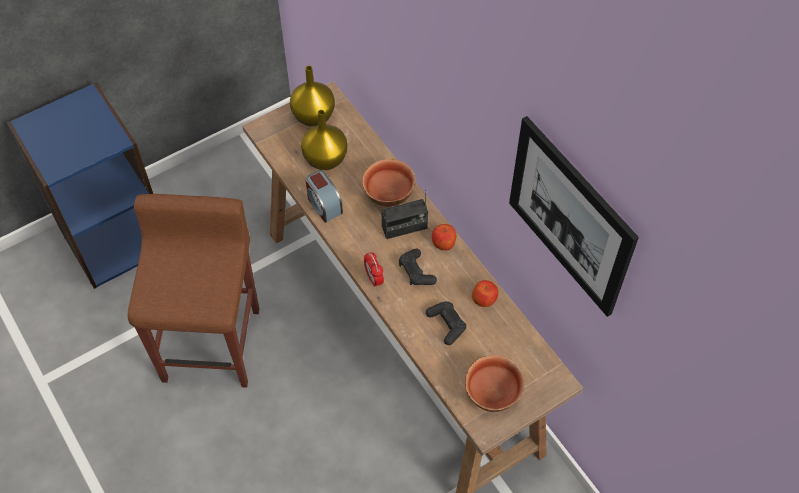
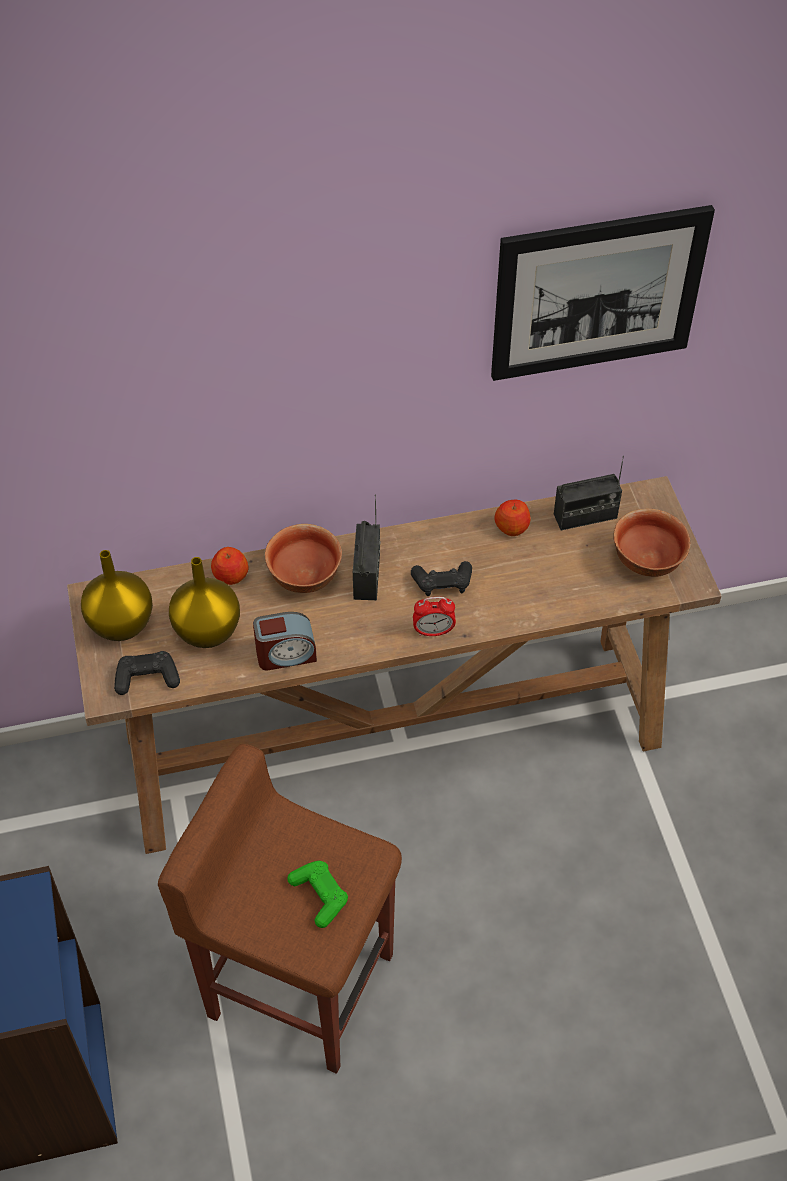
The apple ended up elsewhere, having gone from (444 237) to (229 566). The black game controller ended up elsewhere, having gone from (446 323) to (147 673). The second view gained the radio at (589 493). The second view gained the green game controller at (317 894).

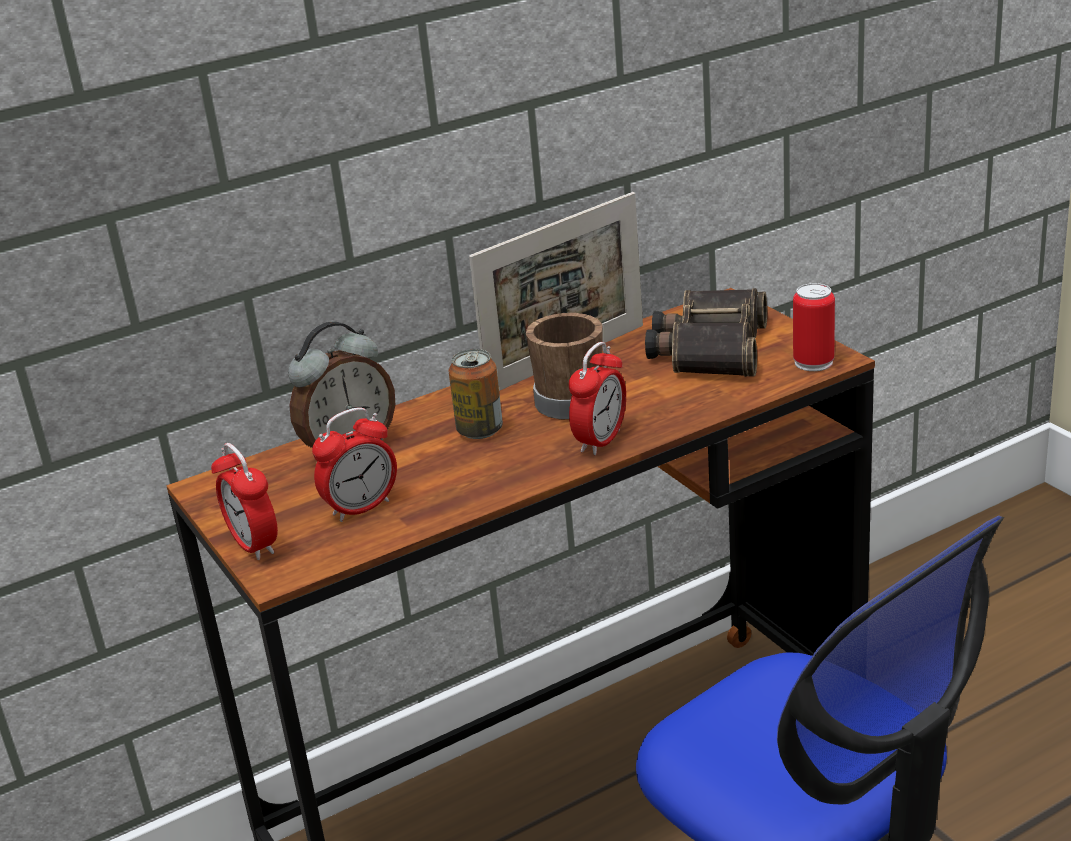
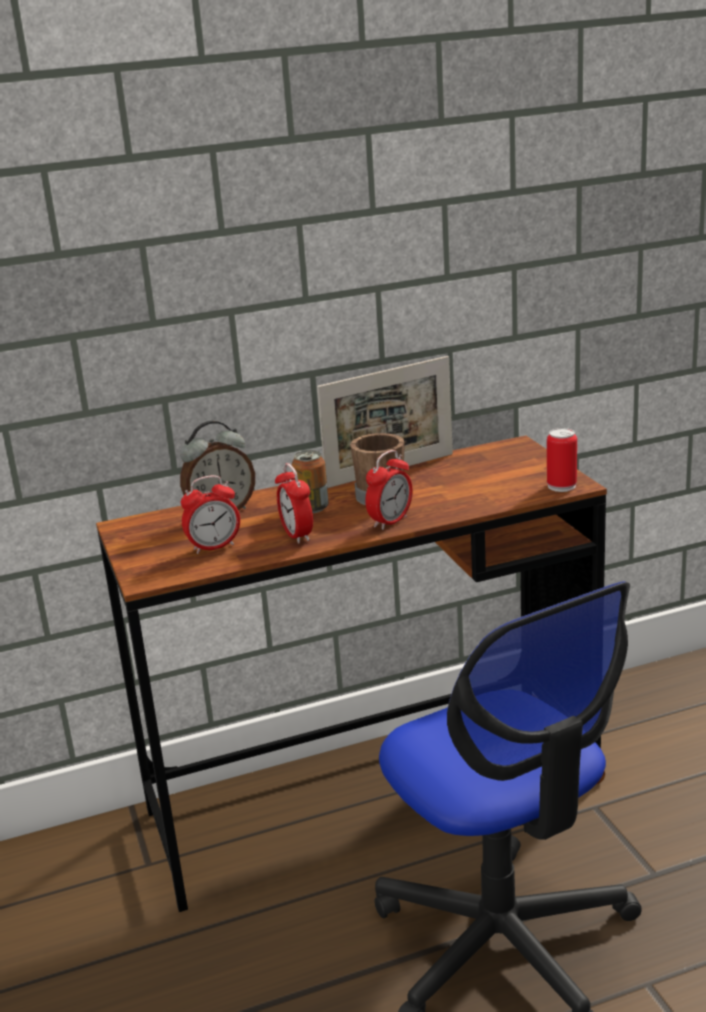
The second view lost the binoculars at (706 332). The alarm clock ended up elsewhere, having gone from (244 501) to (294 503).

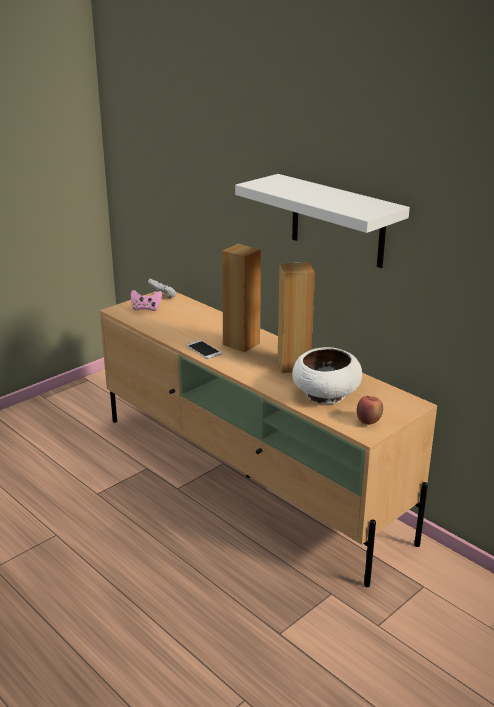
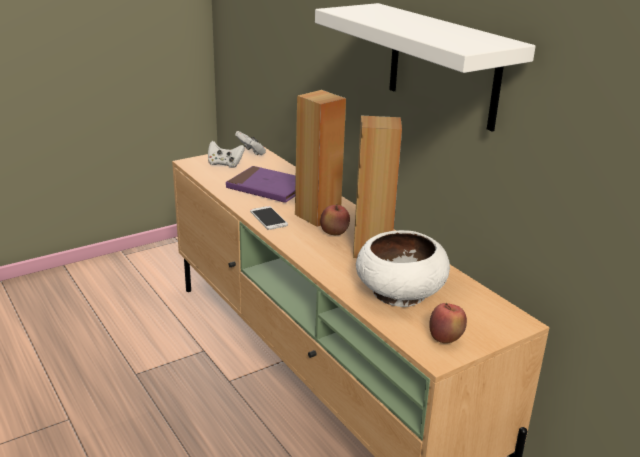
What was the pink game controller at (146 300) turned into the white game controller at (226 154). The second view gained the purple book at (261 184). The second view gained the apple at (335 219).

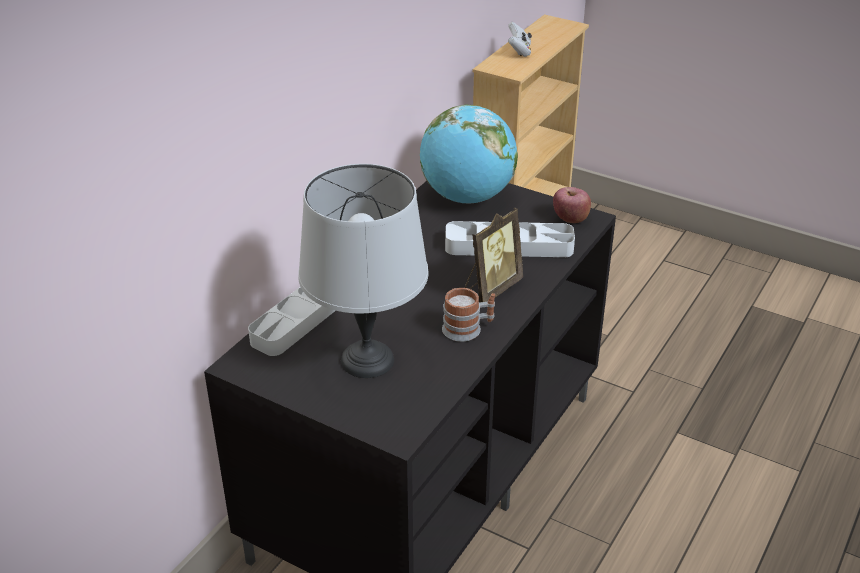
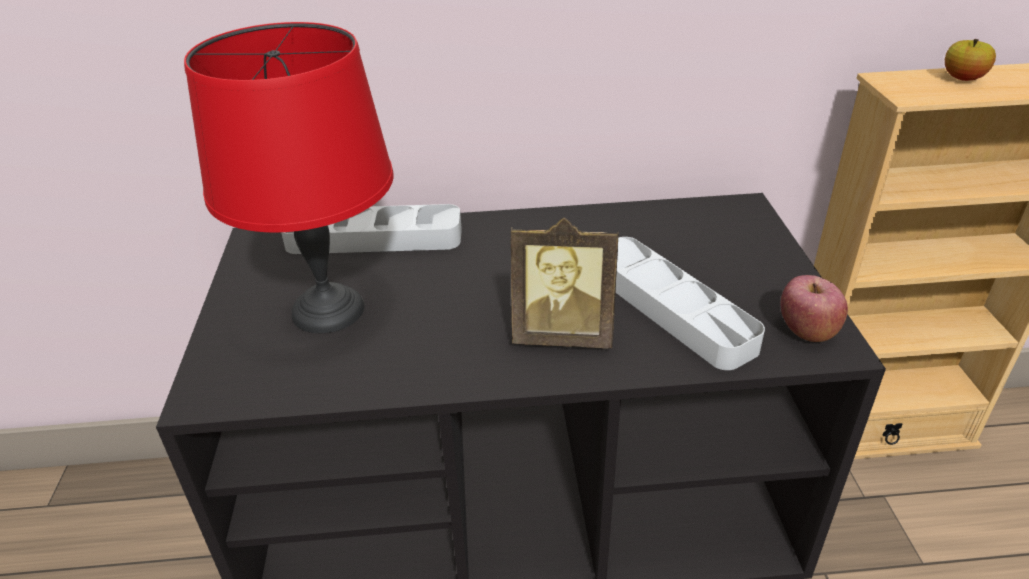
Where the white game controller stood at (520 39), the apple came to stand at (970 60). The second view lost the globe at (469 154). What was the grey table lamp at (363 271) turned into the red table lamp at (289 177). The second view lost the mug at (468 315).

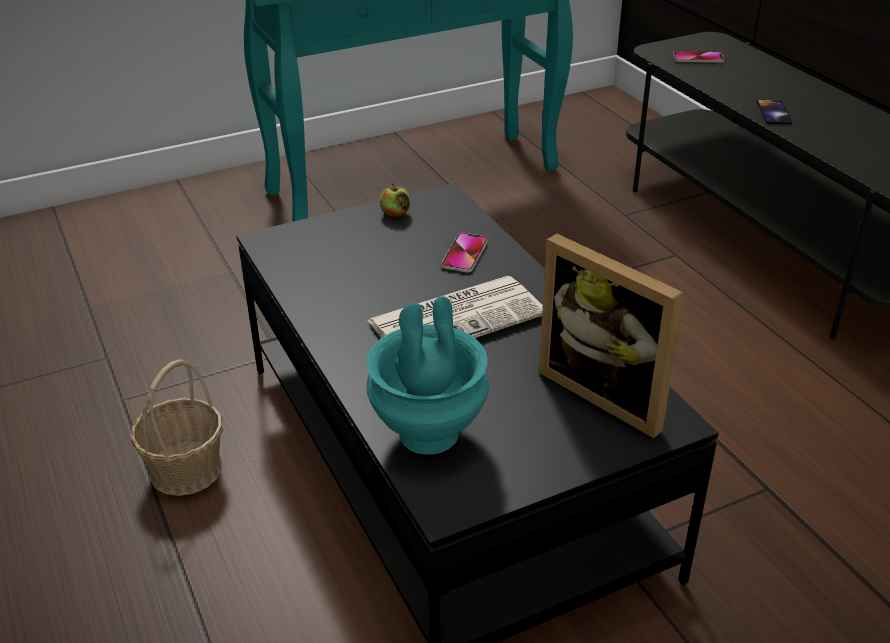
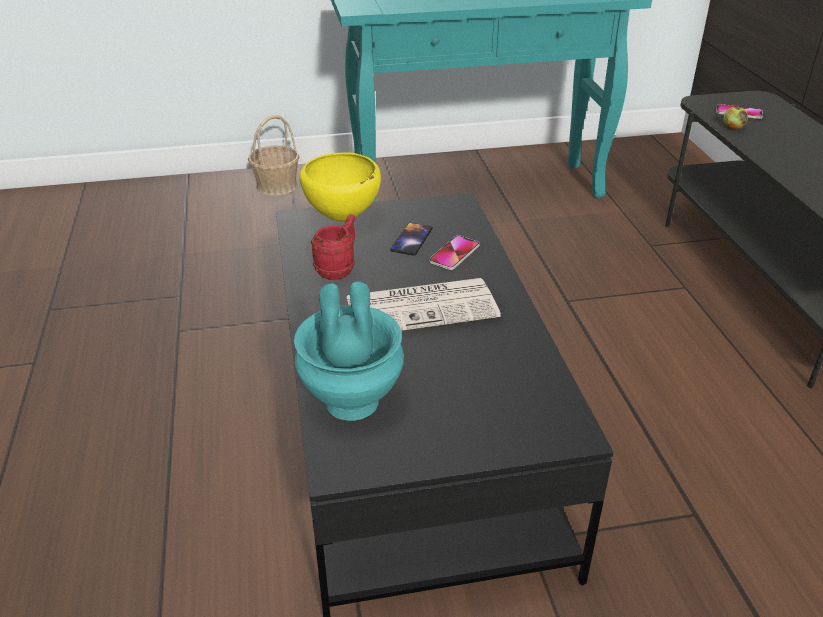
The phone ended up elsewhere, having gone from (774 112) to (411 239). The apple ended up elsewhere, having gone from (395 200) to (735 117). The second view lost the picture frame at (612 336). The basket ended up elsewhere, having gone from (177 427) to (274 155). The second view gained the yellow bowl at (340 186). The second view gained the red mug at (333 247).

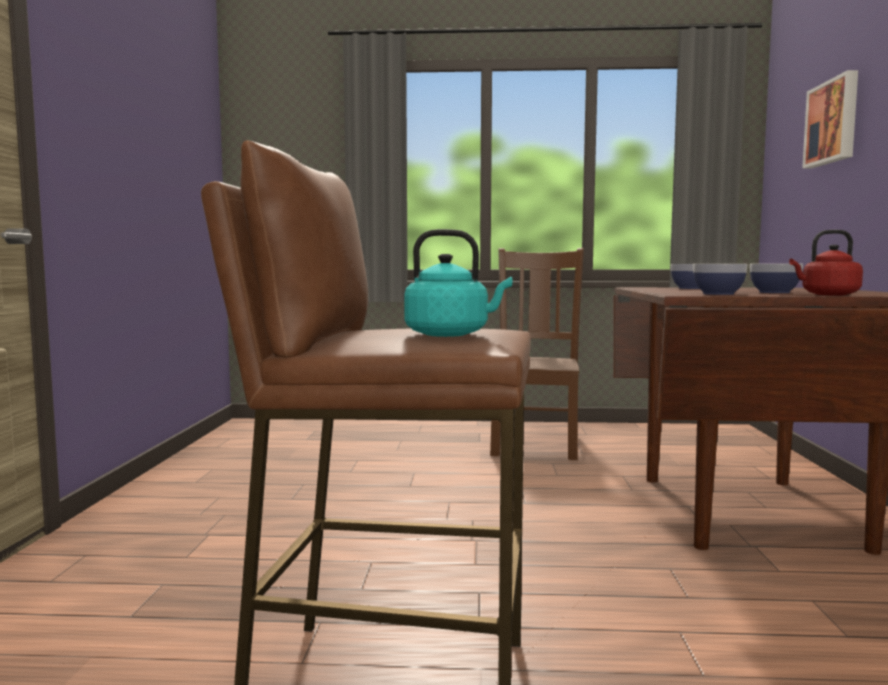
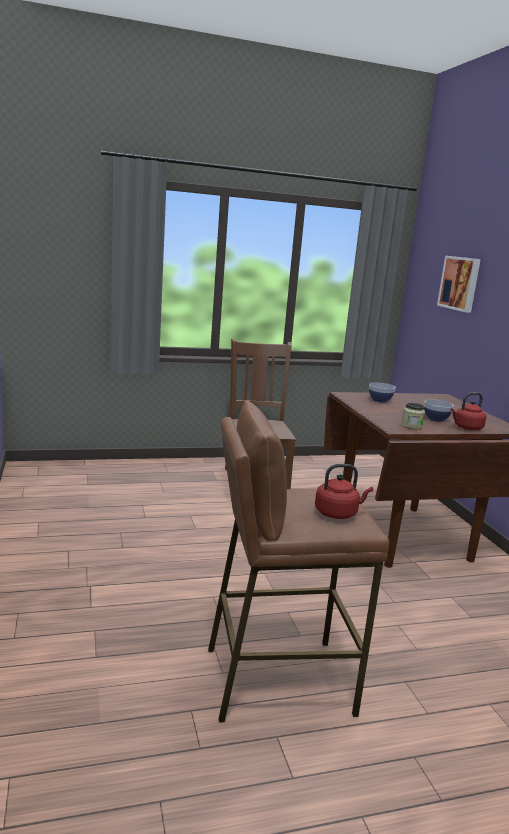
What was the turquoise kettle at (458 283) turned into the red kettle at (344 491). Where the bowl stood at (720 279), the jar came to stand at (413 416).

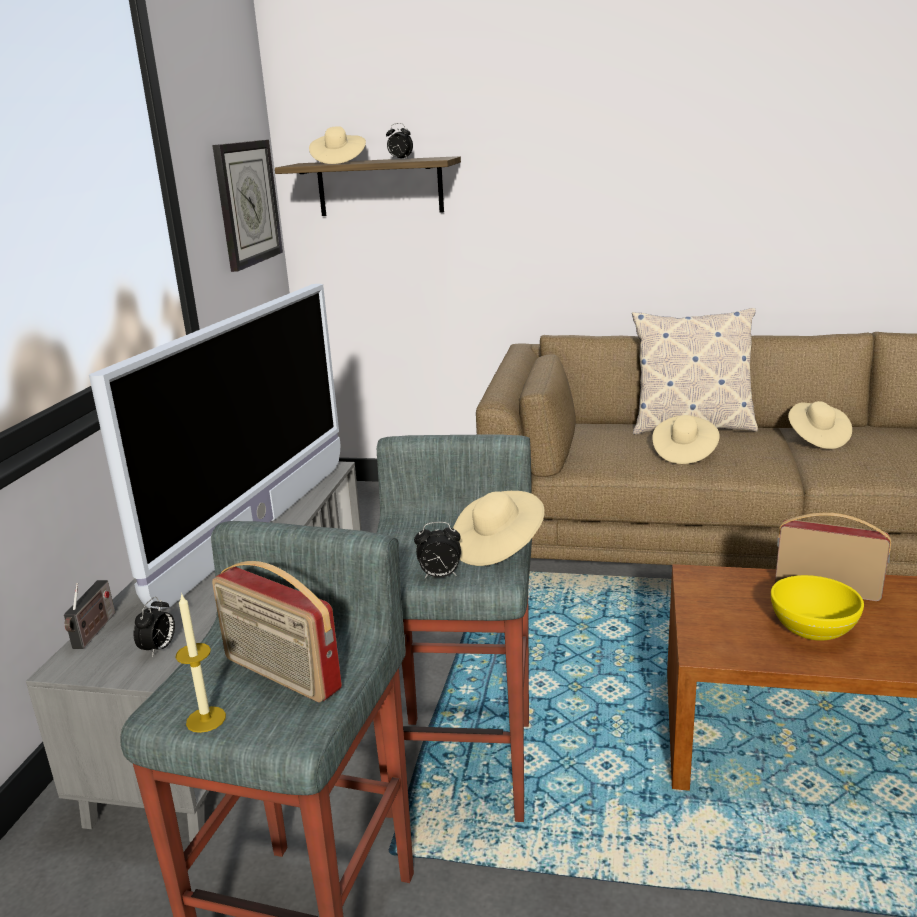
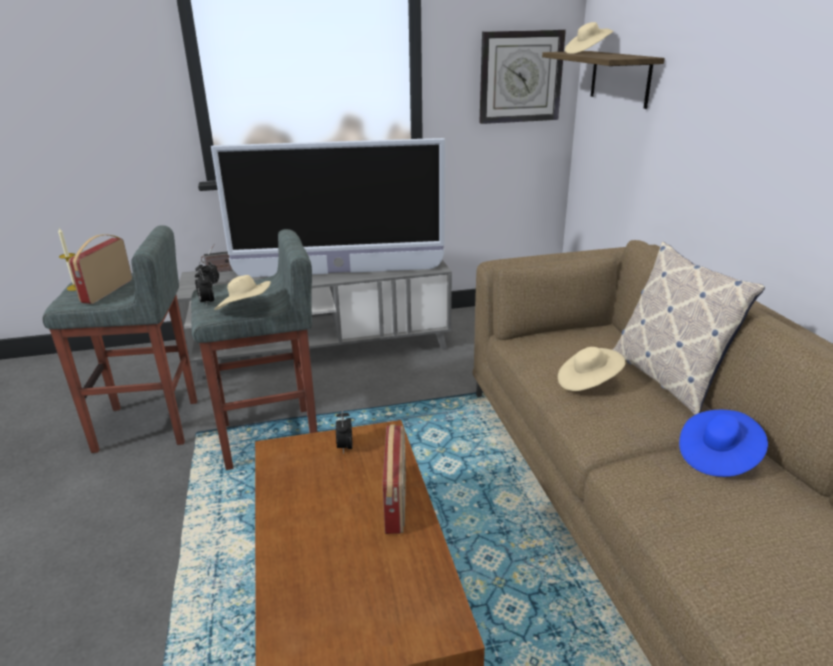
The alarm clock ended up elsewhere, having gone from (399 141) to (344 432). What was the beige hat at (820 425) turned into the blue hat at (723 443). The second view lost the yellow bowl at (817 608).

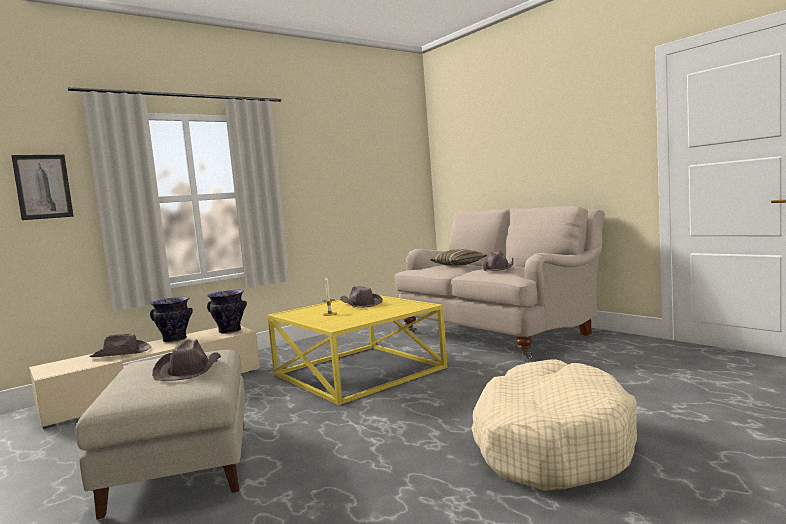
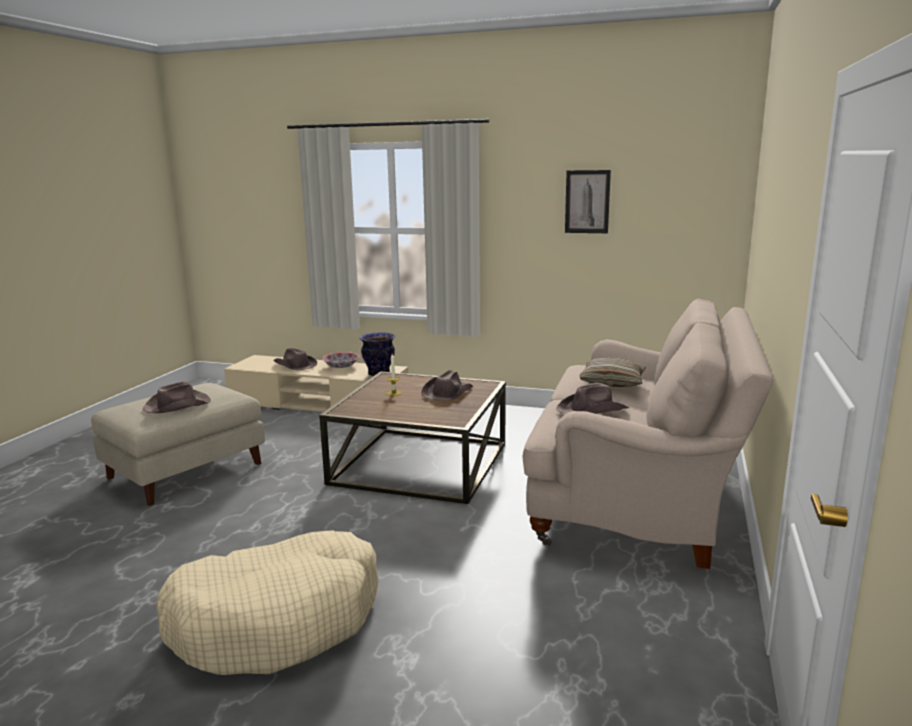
The picture ended up elsewhere, having gone from (42 187) to (588 201). What was the yellow coffee table at (357 350) turned into the brown coffee table at (412 437). Where the vase stood at (171 319), the bowl came to stand at (340 360).

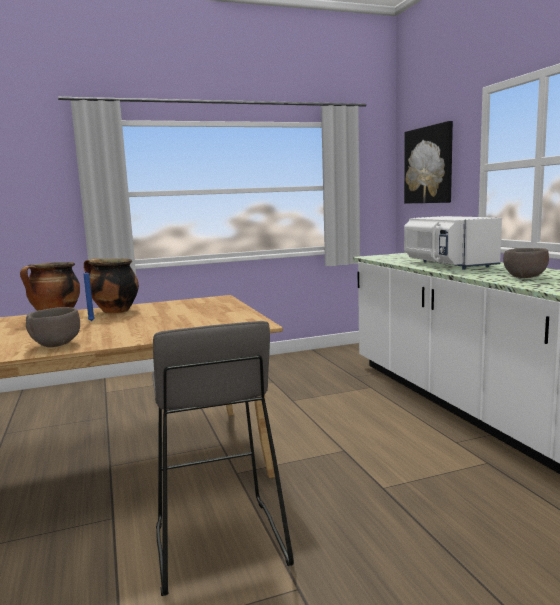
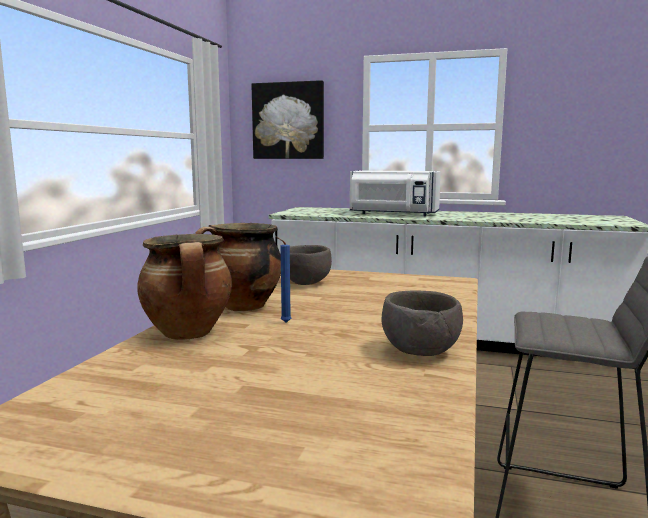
The brown bowl ended up elsewhere, having gone from (526 263) to (311 265).

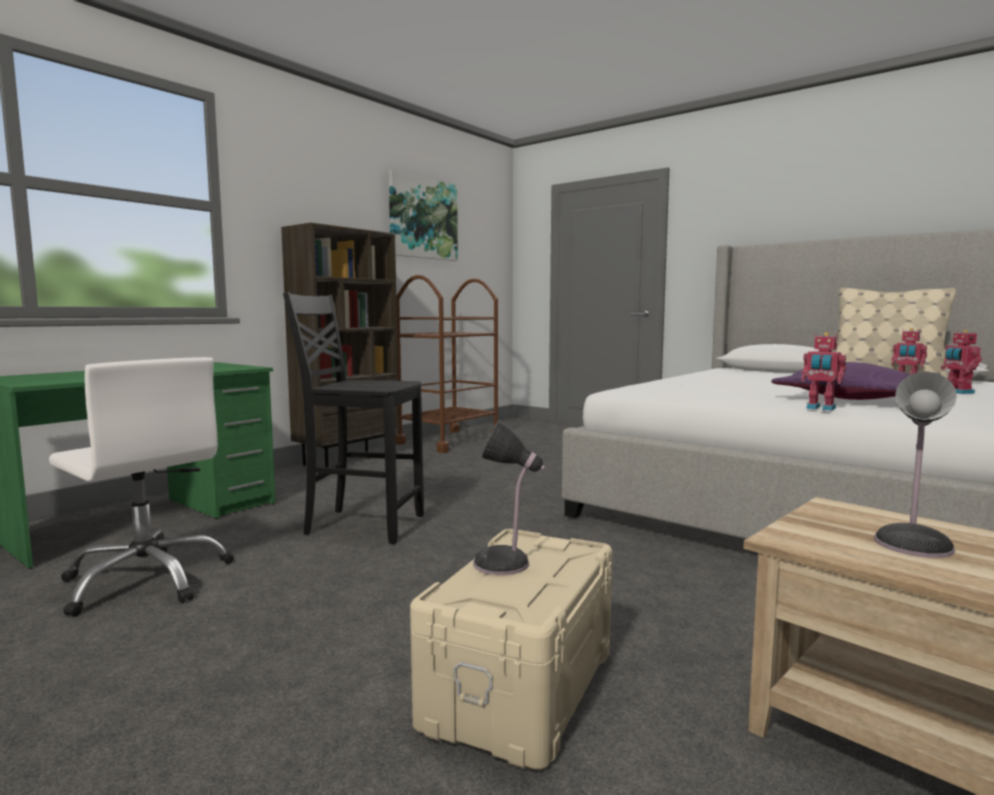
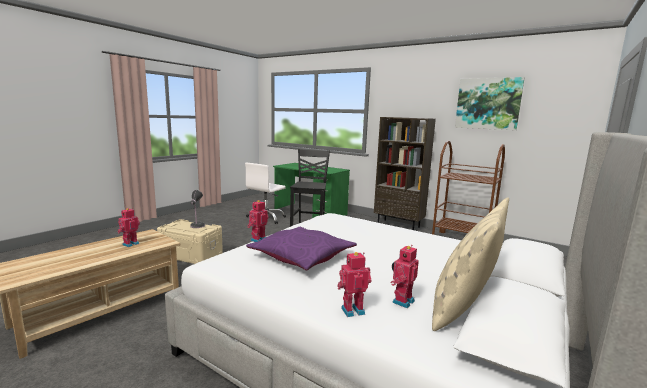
Where the table lamp stood at (915 464), the toy robot came to stand at (129 227).

